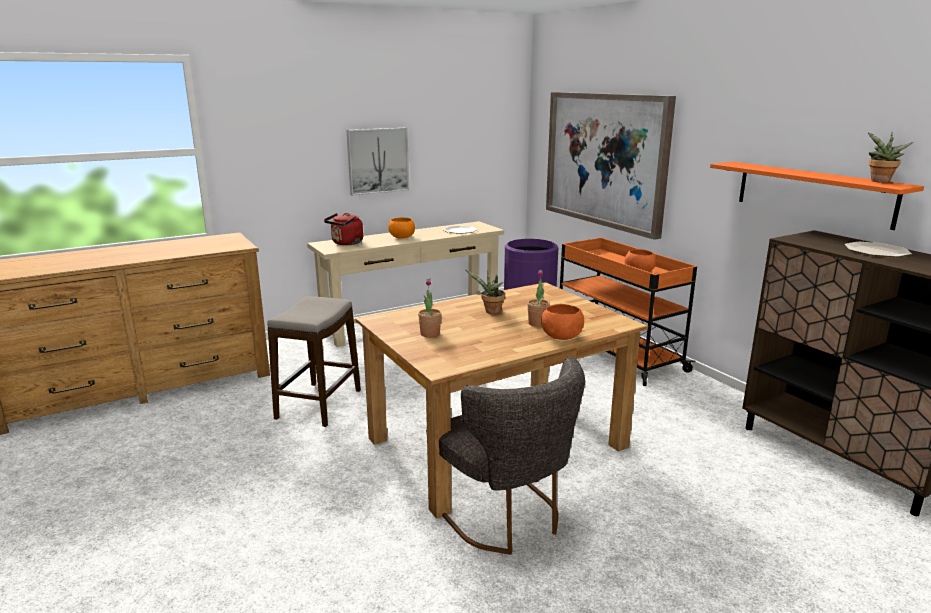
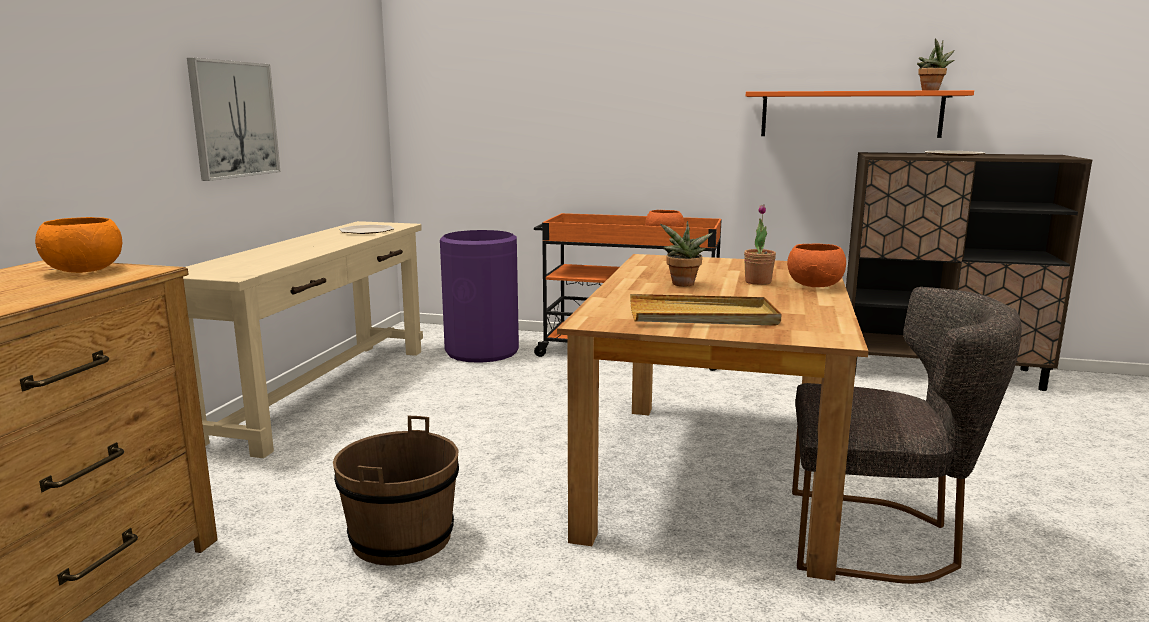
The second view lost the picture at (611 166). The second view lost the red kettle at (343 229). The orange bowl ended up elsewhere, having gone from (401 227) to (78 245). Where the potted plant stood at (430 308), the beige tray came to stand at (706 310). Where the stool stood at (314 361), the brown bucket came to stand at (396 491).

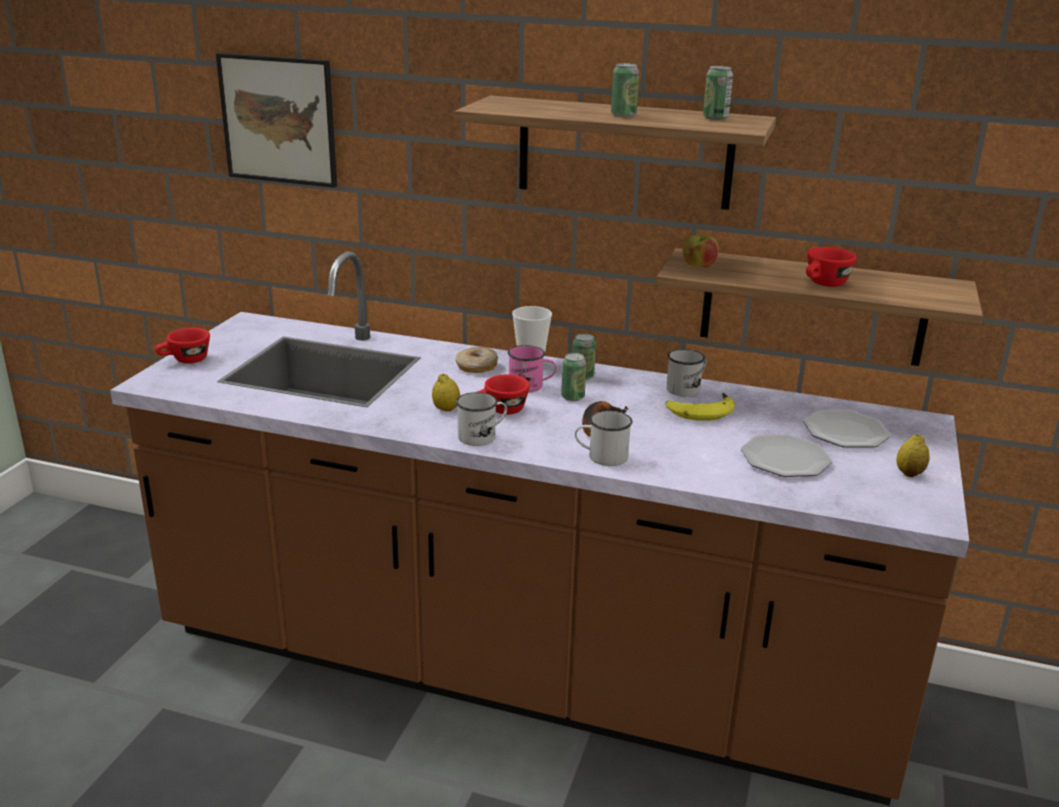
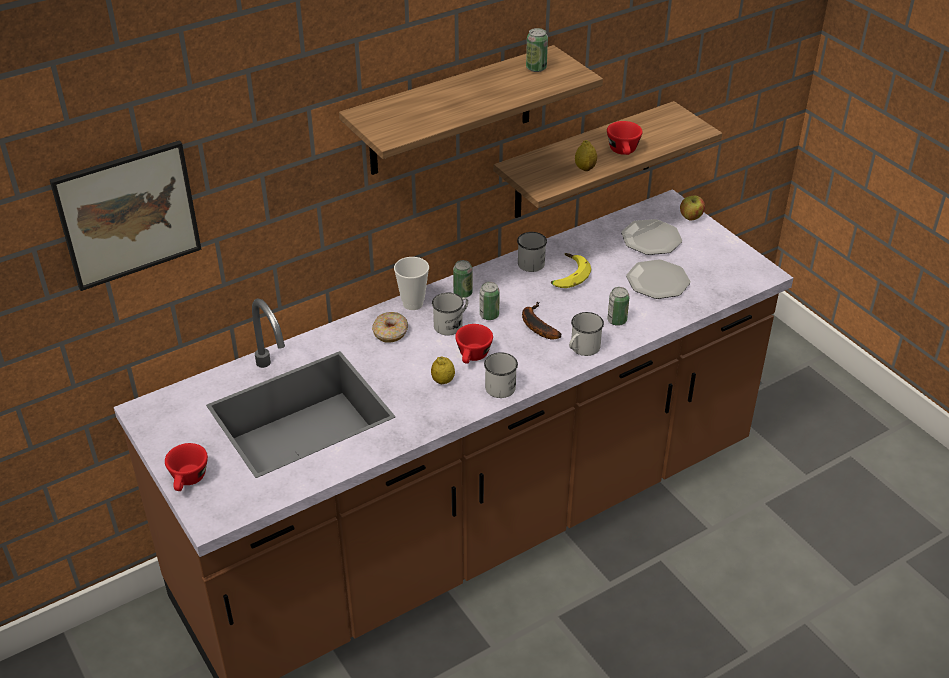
The can ended up elsewhere, having gone from (625 90) to (618 306). The apple ended up elsewhere, having gone from (700 252) to (692 208). What was the pink mug at (532 369) turned into the white mug at (450 314). The lemon ended up elsewhere, having gone from (913 455) to (586 155).

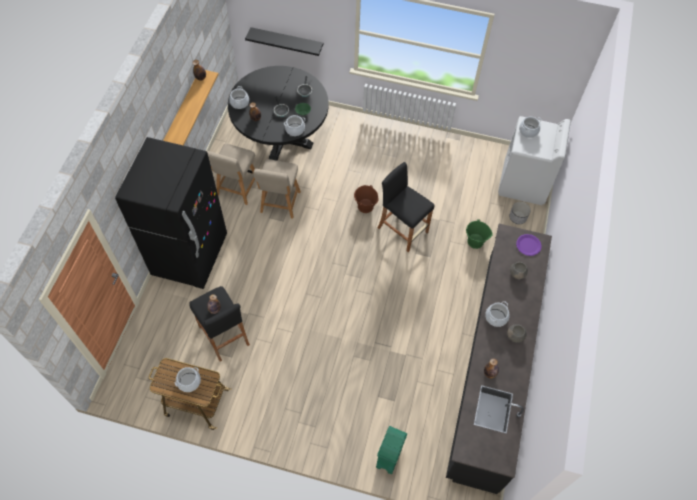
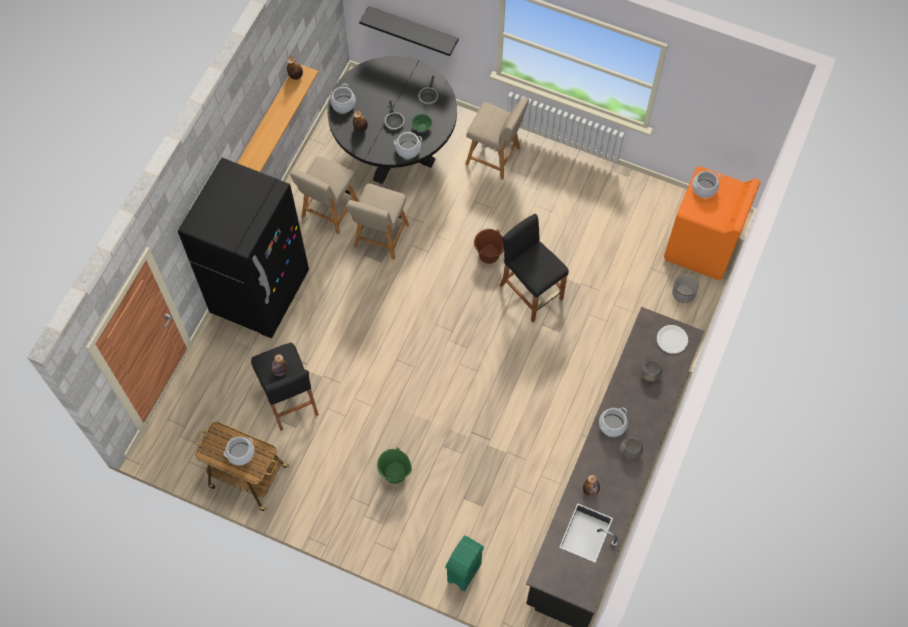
What was the white washing machine at (534 160) turned into the orange washing machine at (712 223). The green bucket ended up elsewhere, having gone from (479 234) to (394 465). What was the purple plate at (529 245) turned into the white plate at (672 339). The second view gained the beige chair at (497 138).

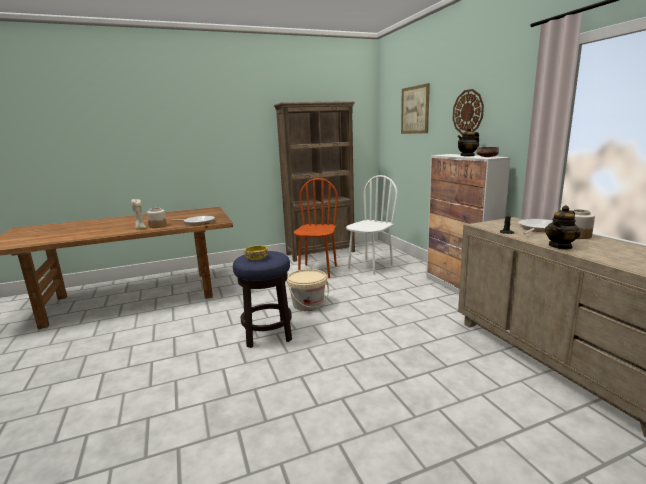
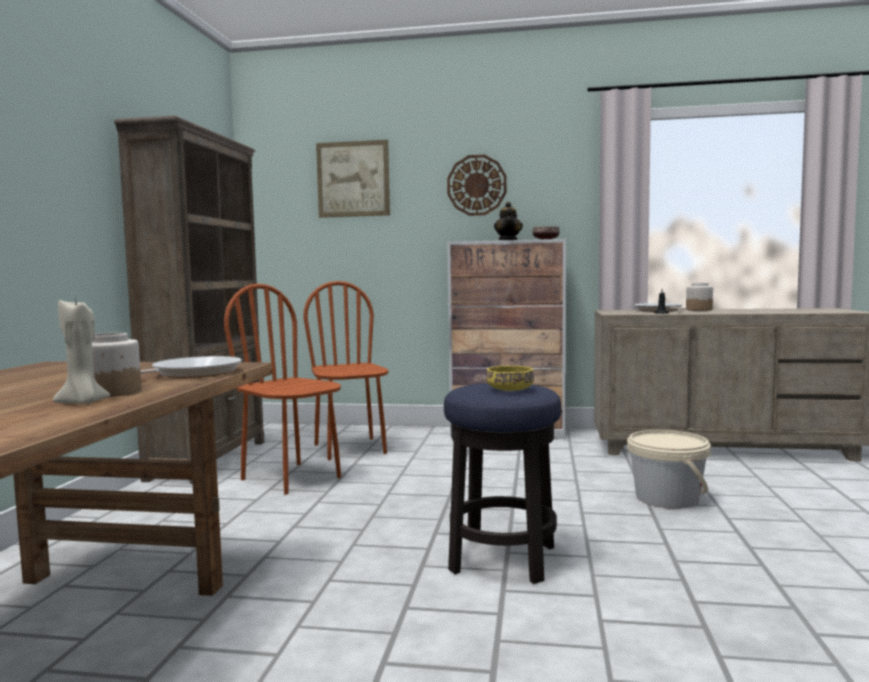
What was the white chair at (372 225) turned into the brown chair at (346 370). The second view lost the teapot at (562 227). The beige bucket ended up elsewhere, having gone from (308 290) to (669 469).

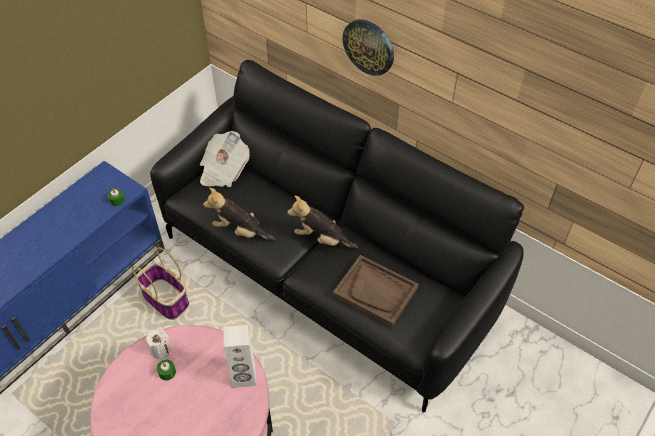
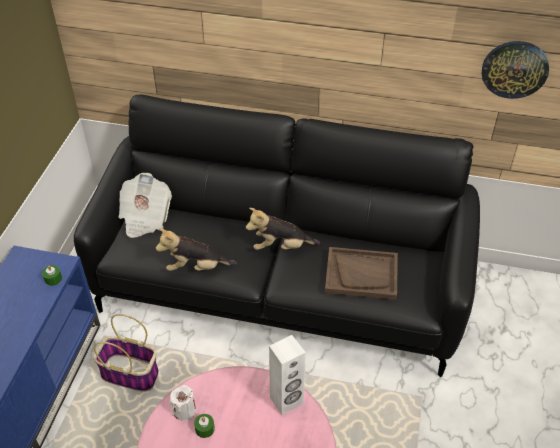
The wall clock ended up elsewhere, having gone from (368 47) to (515 70).

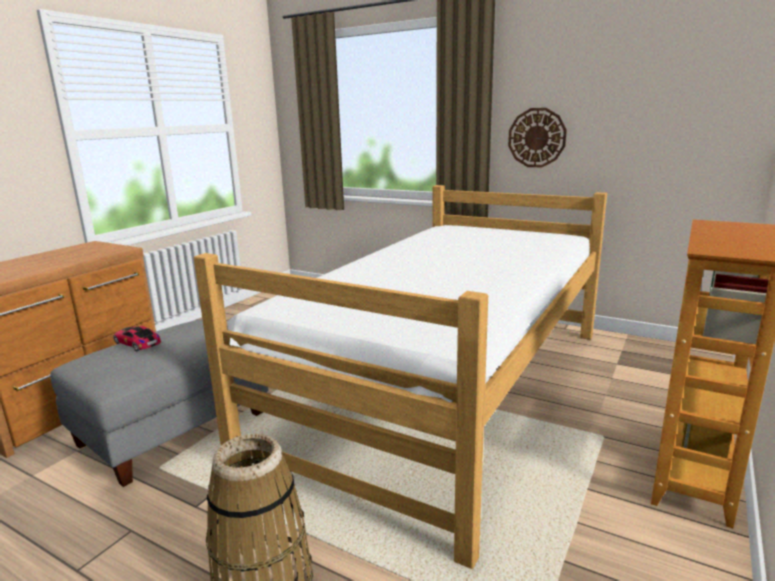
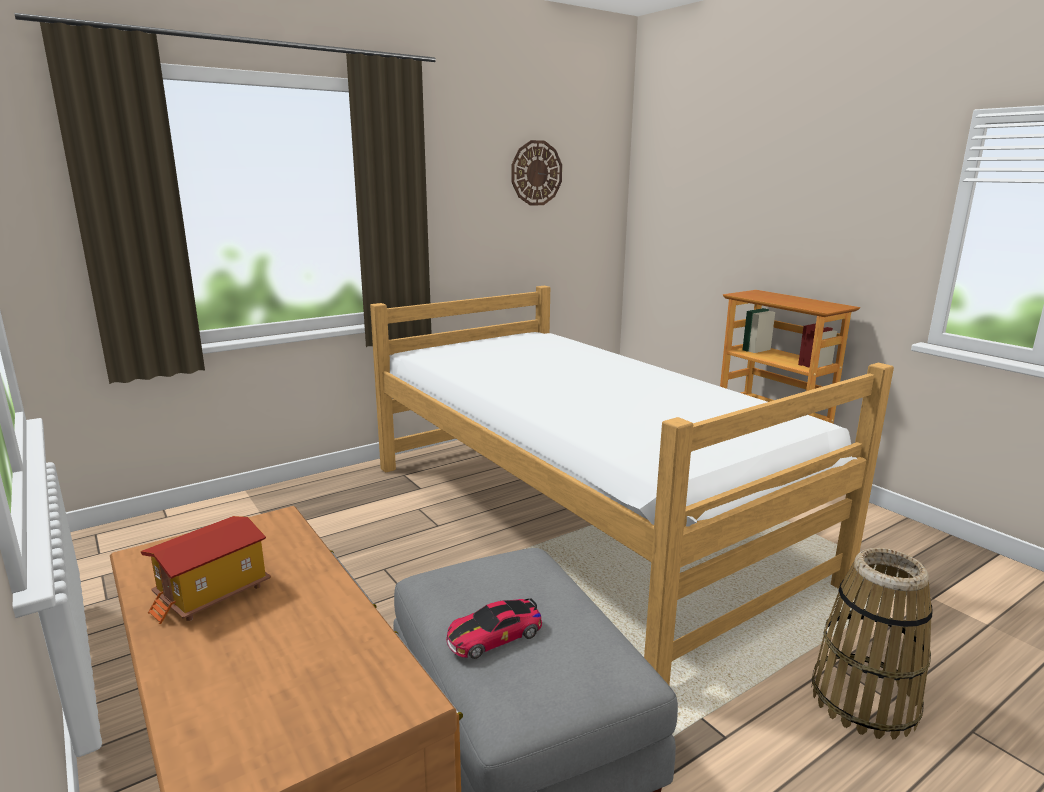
The wall clock ended up elsewhere, having gone from (537 137) to (536 173). The second view gained the toy house at (205 570).

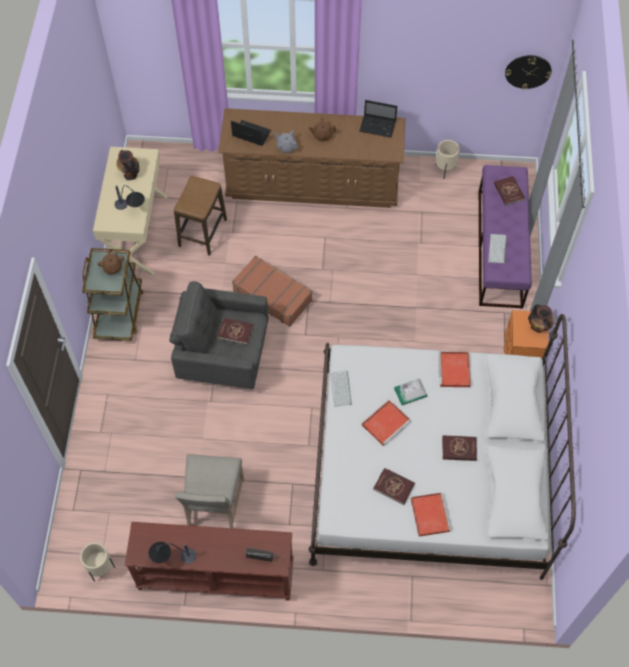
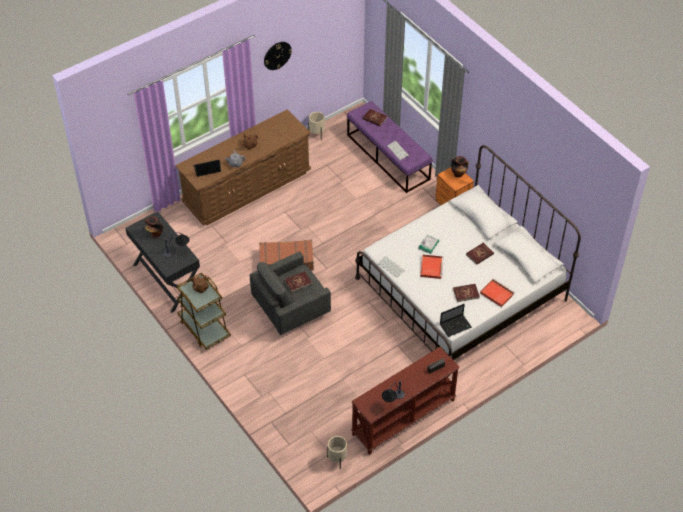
The wall clock ended up elsewhere, having gone from (528 72) to (278 56). The laptop ended up elsewhere, having gone from (378 119) to (456 320). What was the beige desk at (130 211) turned into the black desk at (162 262). The second view lost the stool at (200 216). The second view lost the red tray at (454 369). The second view lost the beige chair at (209 491).

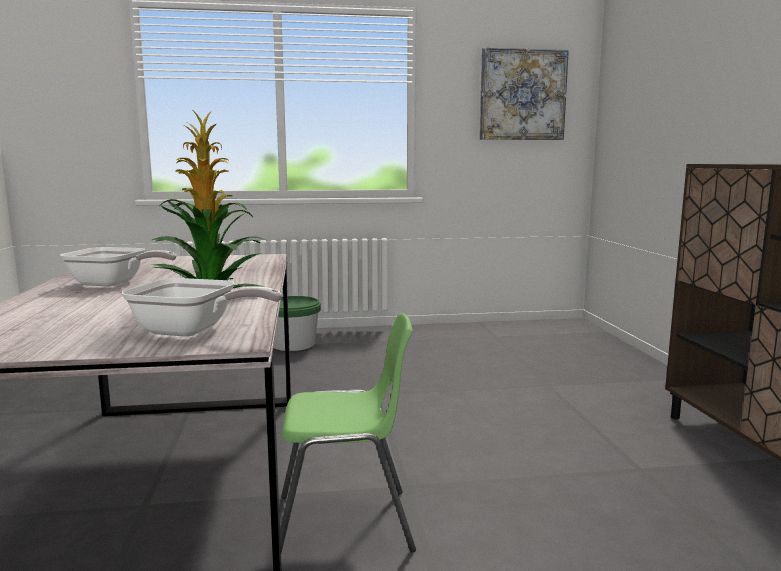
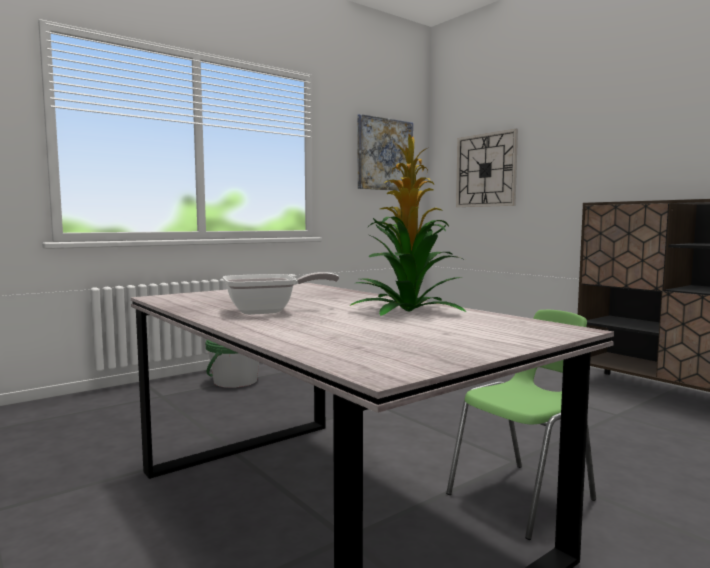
The second view lost the frying pan at (202 307). The second view gained the wall clock at (487 168).

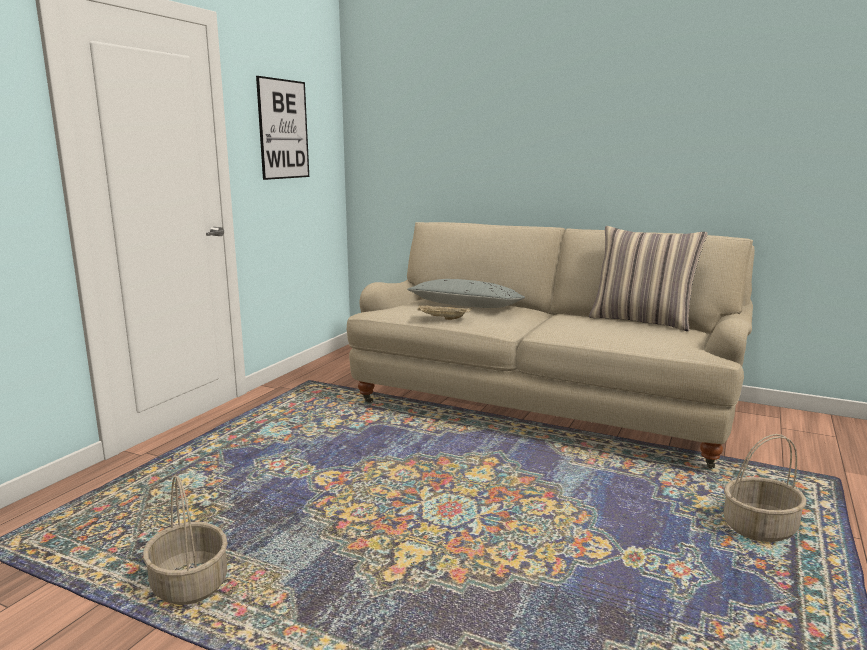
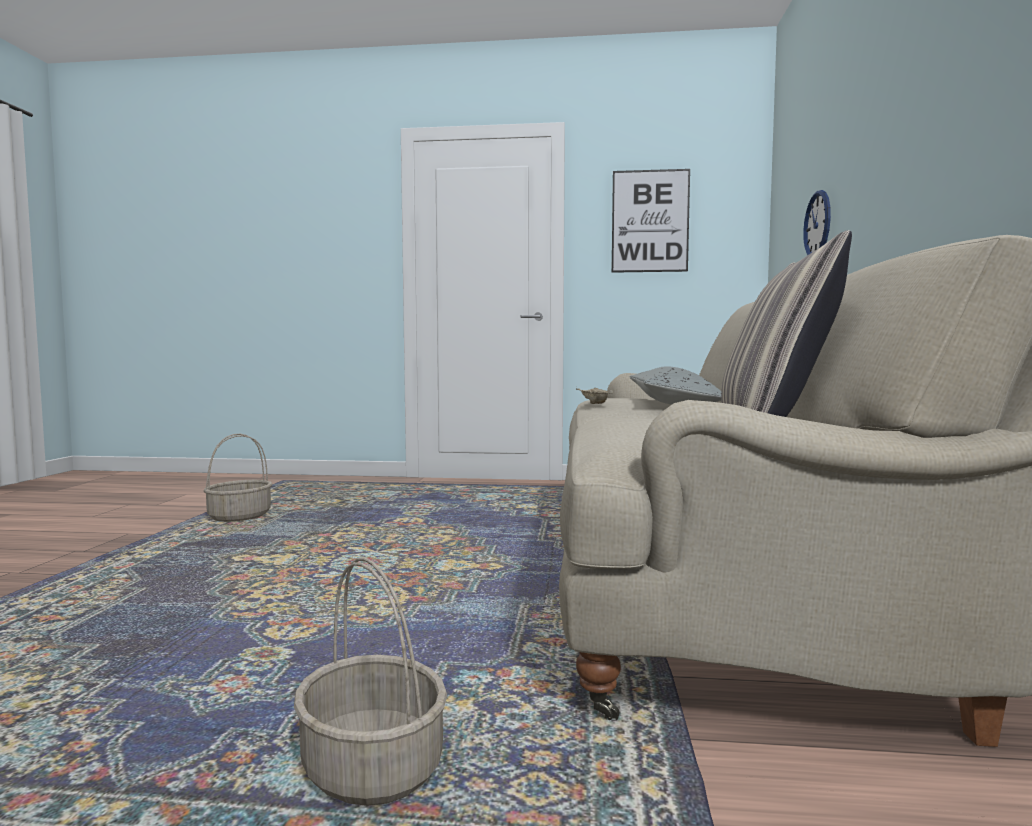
The second view gained the wall clock at (817 222).

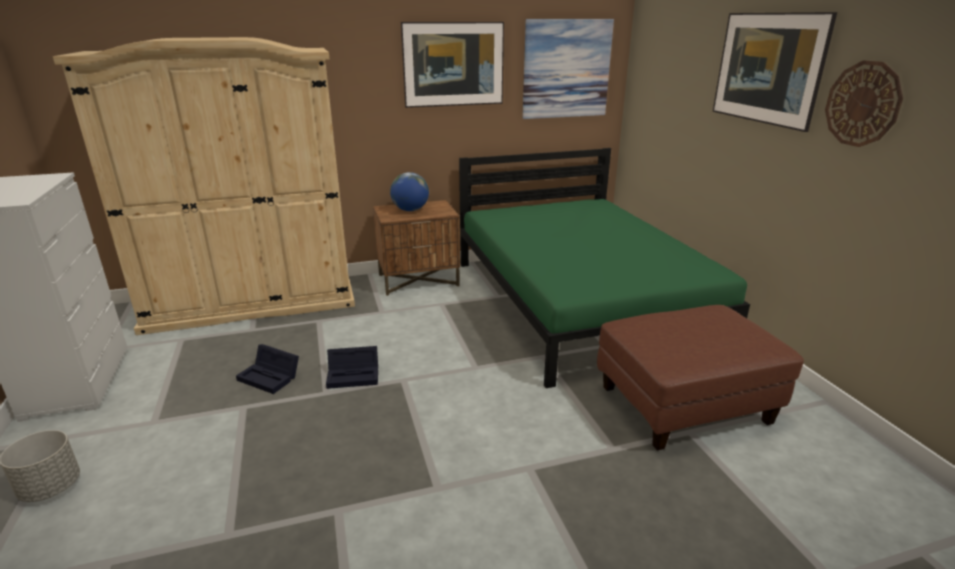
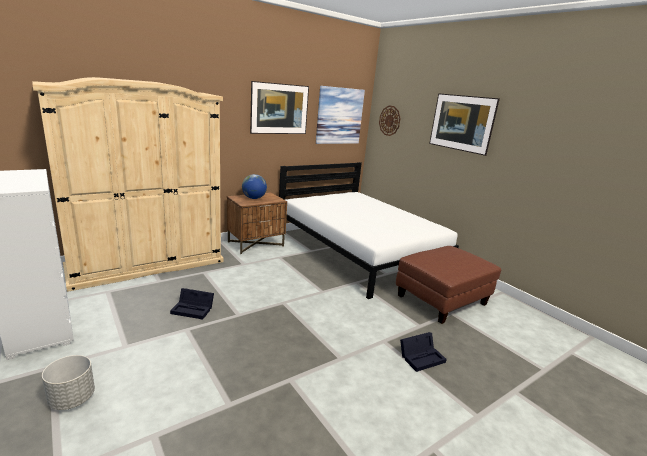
The wall clock ended up elsewhere, having gone from (864 103) to (390 121). What was the green bed at (604 268) turned into the white bed at (369 230). The black storage box ended up elsewhere, having gone from (352 367) to (423 352).

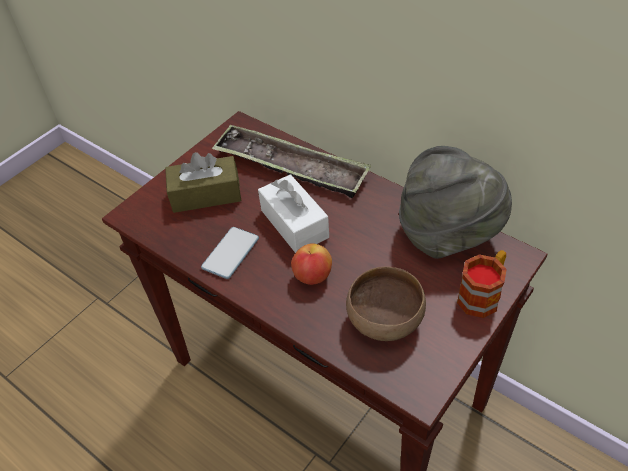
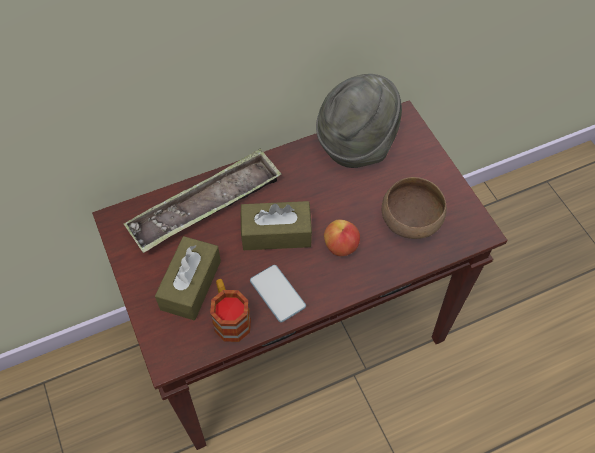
What was the white tissue box at (293 213) turned into the brown tissue box at (276 225). The mug ended up elsewhere, having gone from (482 284) to (230 310).

